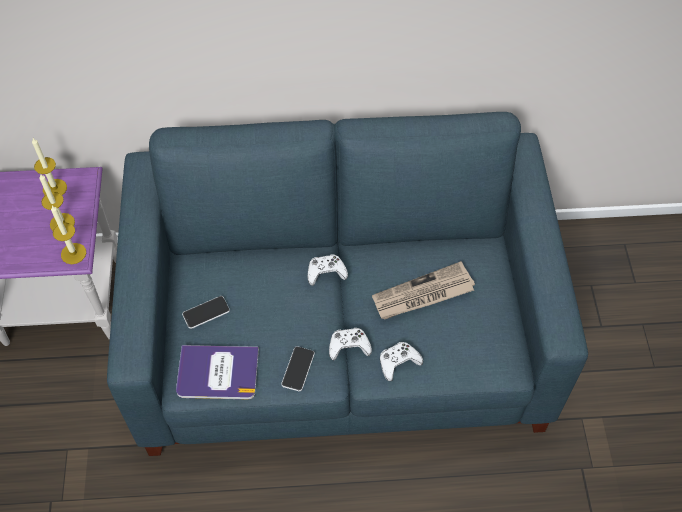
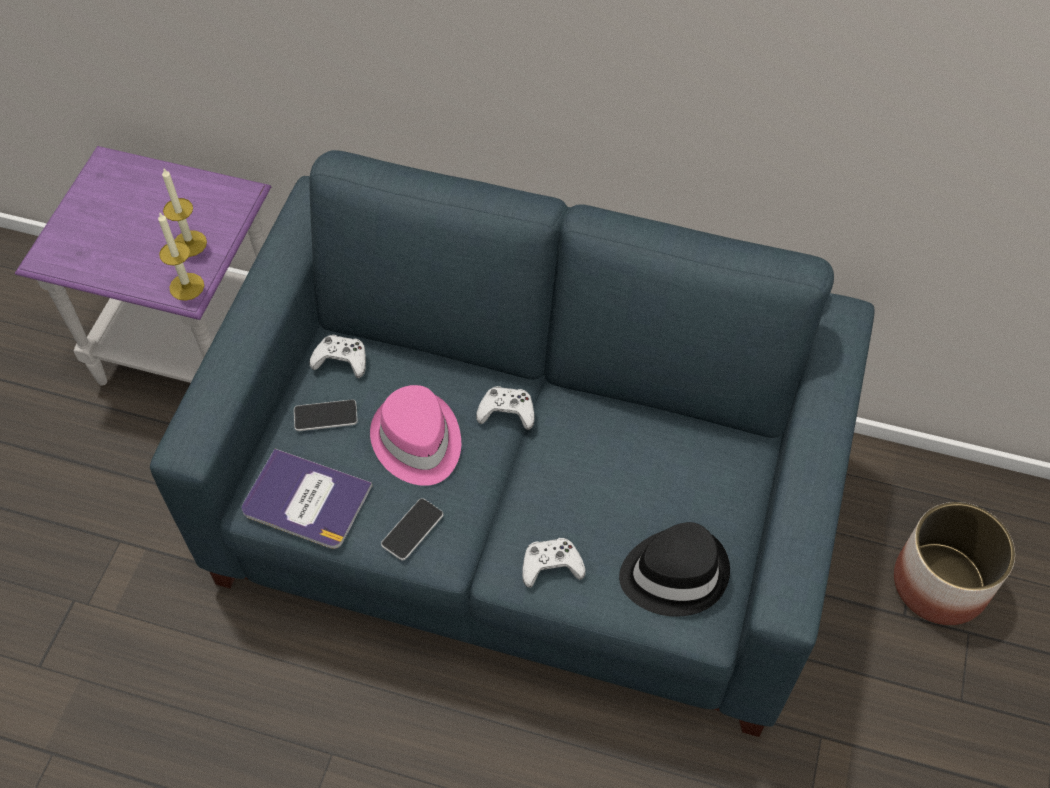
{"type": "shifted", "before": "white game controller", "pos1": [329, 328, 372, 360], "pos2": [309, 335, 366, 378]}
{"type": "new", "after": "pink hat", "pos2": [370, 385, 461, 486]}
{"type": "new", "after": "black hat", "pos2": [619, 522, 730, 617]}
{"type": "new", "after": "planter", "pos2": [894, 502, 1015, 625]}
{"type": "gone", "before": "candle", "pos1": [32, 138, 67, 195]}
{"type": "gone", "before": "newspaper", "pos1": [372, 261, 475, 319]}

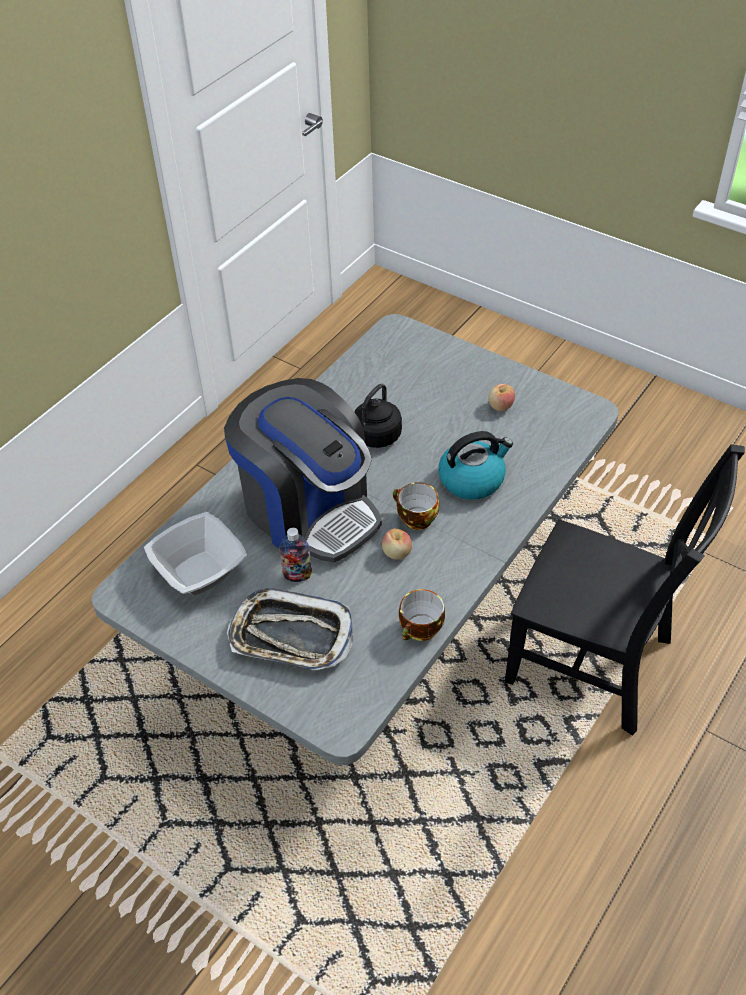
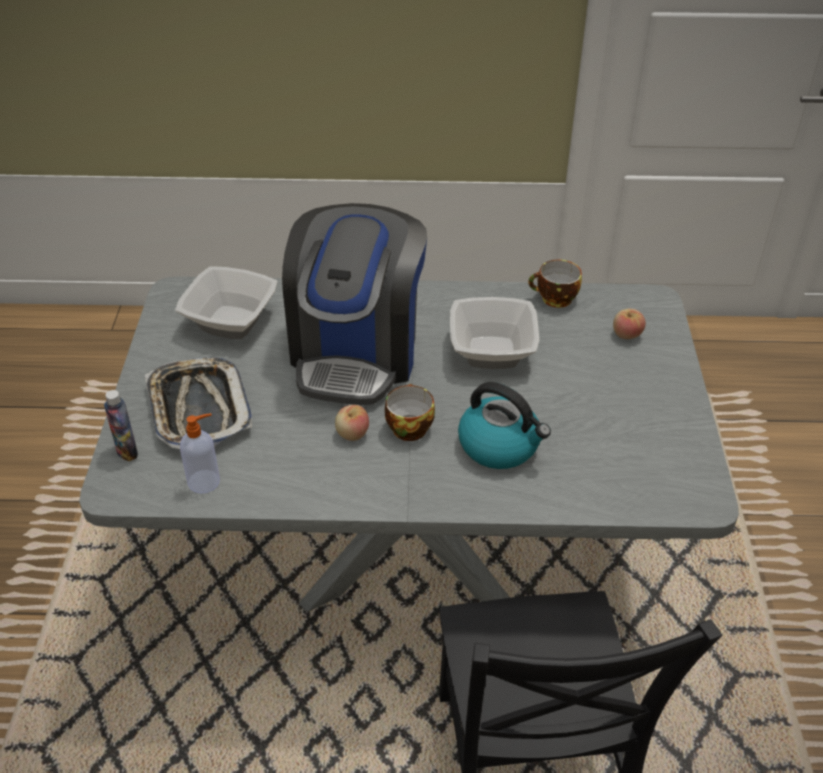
{"type": "shifted", "before": "bottle", "pos1": [279, 528, 312, 582], "pos2": [104, 390, 138, 461]}
{"type": "new", "after": "soap dispenser", "pos2": [180, 413, 220, 494]}
{"type": "swapped", "before": "black kettle", "after": "bowl", "pos1": [354, 384, 402, 448], "pos2": [450, 297, 539, 369]}
{"type": "shifted", "before": "cup", "pos1": [399, 589, 445, 641], "pos2": [528, 260, 582, 308]}
{"type": "shifted", "before": "apple", "pos1": [488, 384, 515, 411], "pos2": [613, 309, 646, 339]}

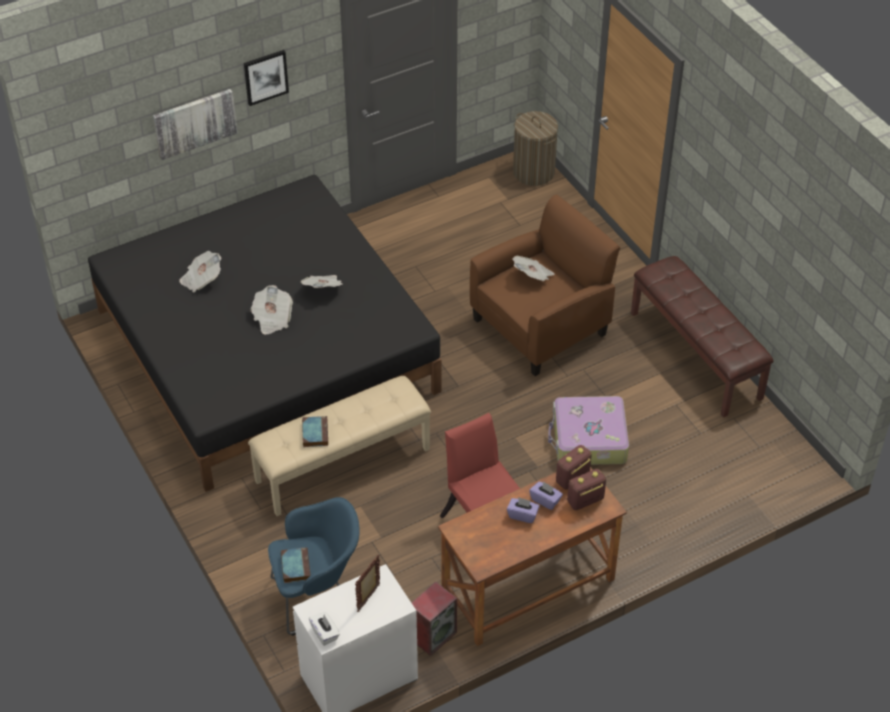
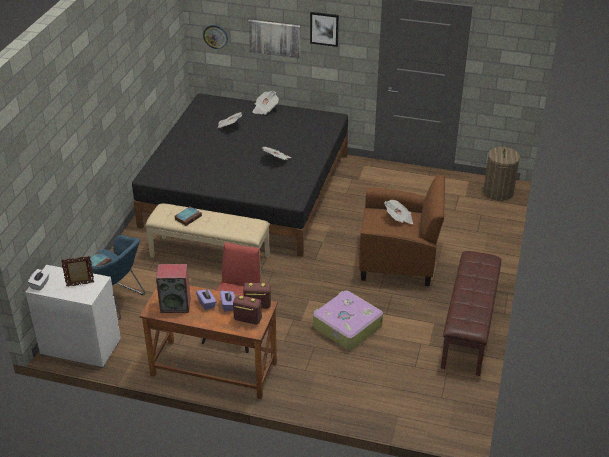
{"type": "shifted", "before": "speaker", "pos1": [411, 582, 457, 656], "pos2": [156, 264, 190, 313]}
{"type": "new", "after": "wall clock", "pos2": [203, 25, 228, 49]}
{"type": "shifted", "before": "newspaper", "pos1": [251, 285, 293, 335], "pos2": [252, 91, 279, 115]}

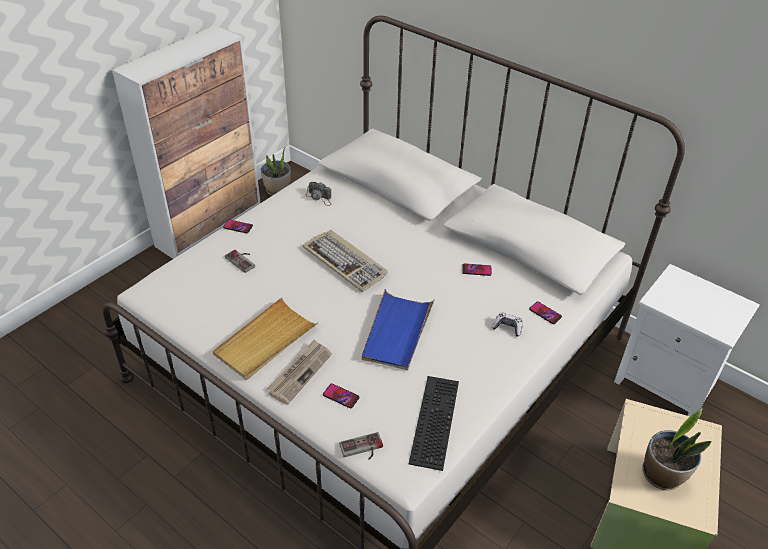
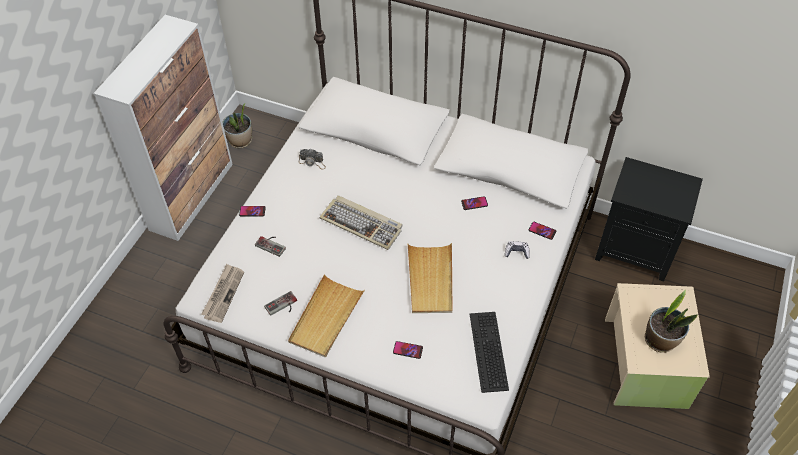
{"type": "shifted", "before": "newspaper", "pos1": [267, 340, 332, 405], "pos2": [201, 264, 244, 323]}
{"type": "shifted", "before": "game controller", "pos1": [339, 432, 383, 460], "pos2": [264, 291, 297, 316]}
{"type": "repainted", "before": "blue tray", "after": "beige tray", "pos1": [362, 289, 434, 370], "pos2": [408, 243, 452, 313]}
{"type": "repainted", "before": "white nightstand", "after": "black nightstand", "pos1": [614, 264, 760, 416], "pos2": [595, 157, 703, 281]}

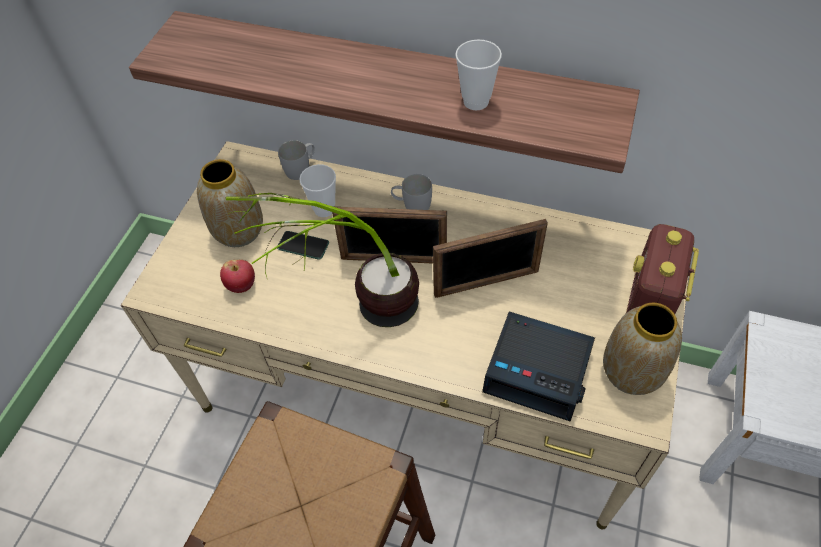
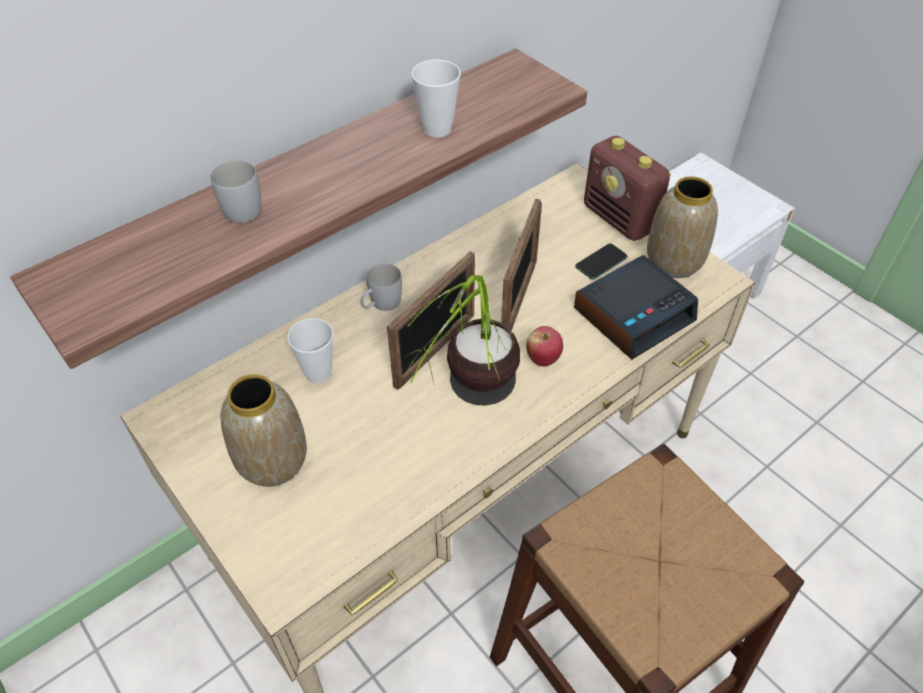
{"type": "shifted", "before": "white mug", "pos1": [278, 140, 315, 180], "pos2": [210, 160, 261, 223]}
{"type": "shifted", "before": "apple", "pos1": [220, 260, 255, 293], "pos2": [526, 326, 563, 367]}
{"type": "shifted", "before": "phone", "pos1": [277, 231, 329, 259], "pos2": [575, 243, 628, 280]}

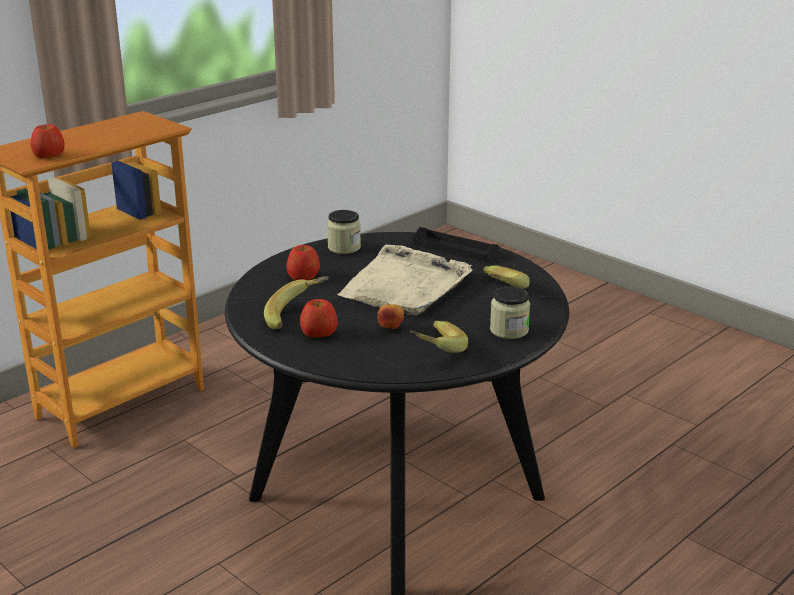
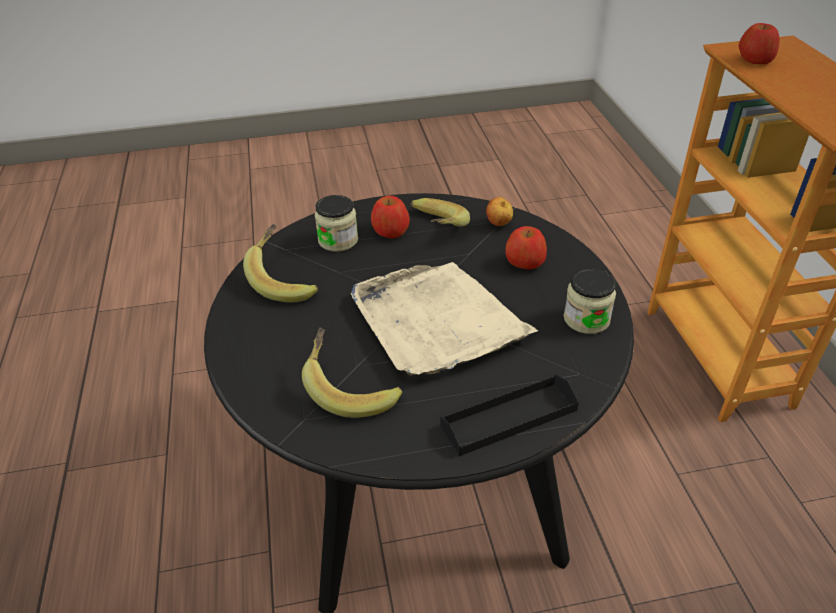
{"type": "shifted", "before": "jar", "pos1": [490, 286, 530, 339], "pos2": [315, 195, 358, 252]}
{"type": "shifted", "before": "apple", "pos1": [377, 303, 404, 329], "pos2": [486, 197, 513, 226]}

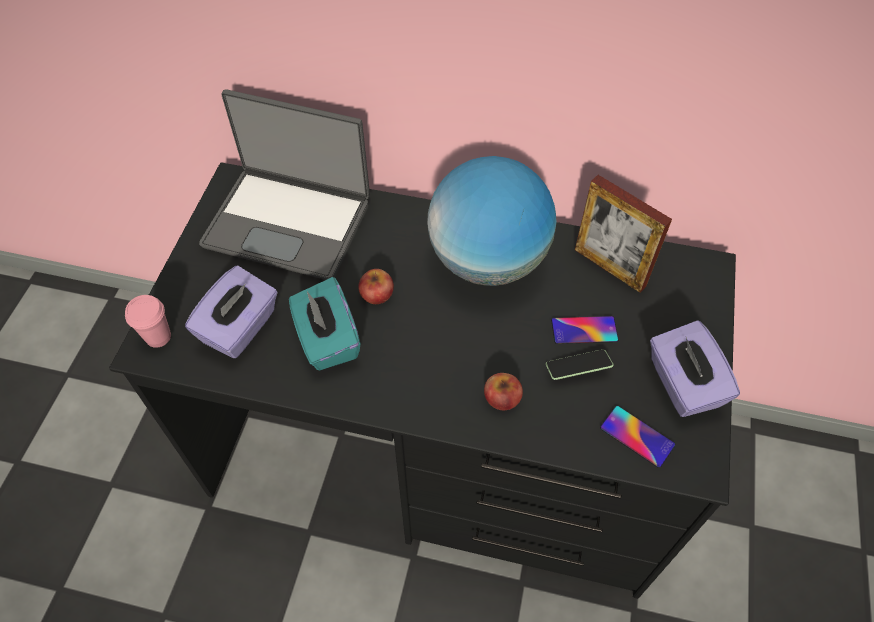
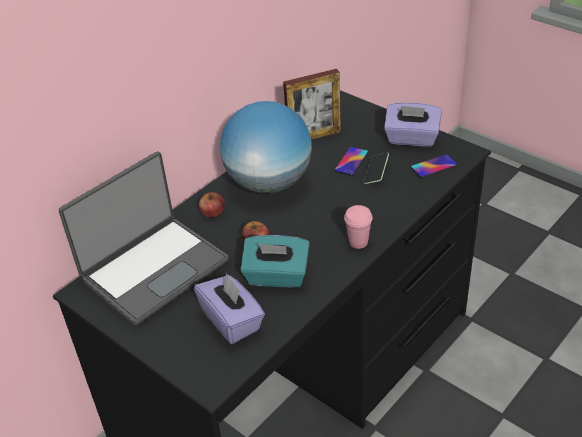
{"type": "shifted", "before": "apple", "pos1": [484, 373, 523, 410], "pos2": [199, 192, 225, 217]}
{"type": "shifted", "before": "pink cup", "pos1": [125, 295, 171, 348], "pos2": [344, 205, 373, 249]}

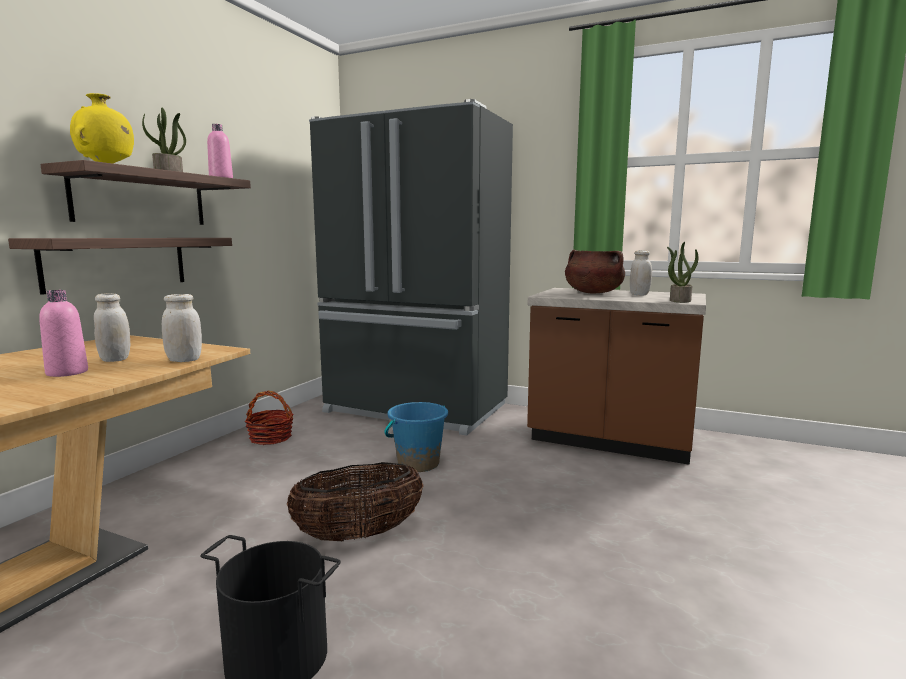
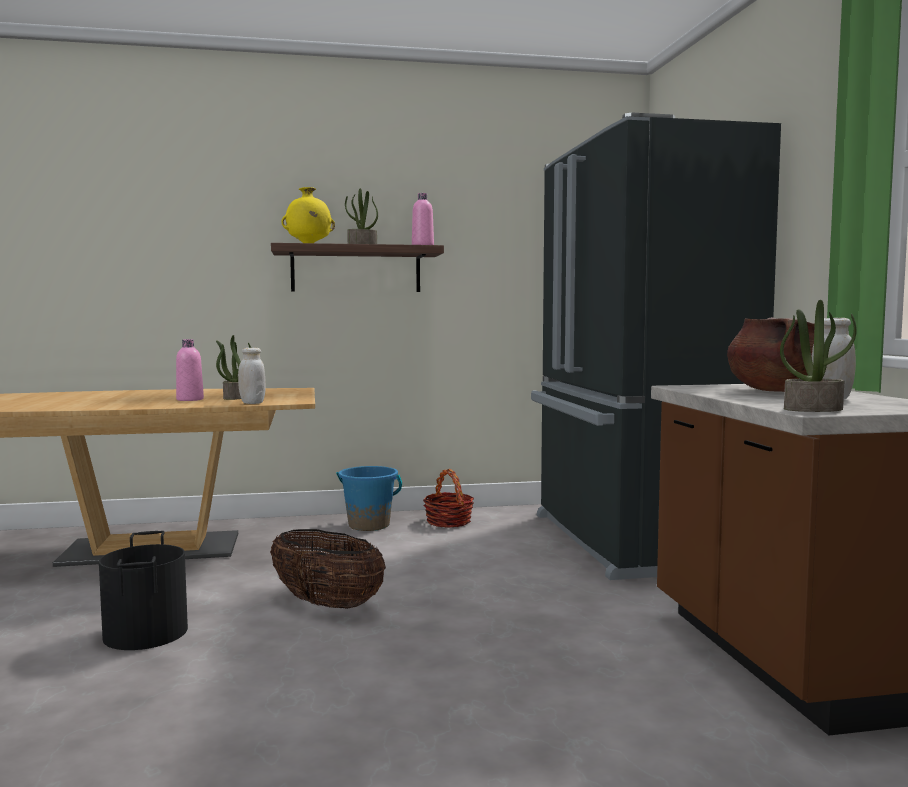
{"type": "swapped", "before": "white jar", "after": "potted plant", "pos1": [94, 293, 130, 362], "pos2": [216, 335, 251, 400]}
{"type": "shifted", "before": "blue bucket", "pos1": [384, 402, 448, 472], "pos2": [336, 466, 402, 531]}
{"type": "gone", "before": "shelf", "pos1": [8, 238, 232, 295]}

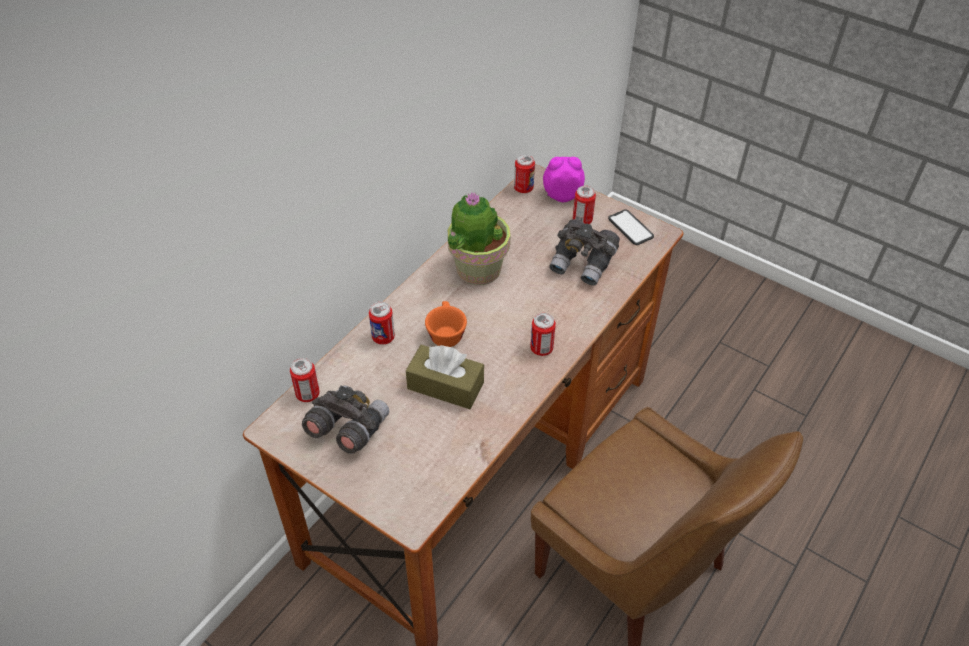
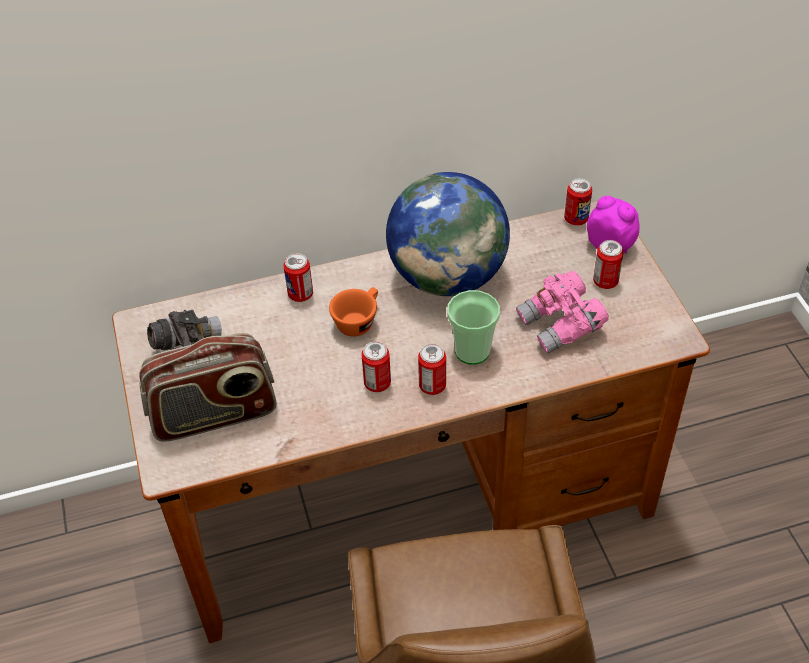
{"type": "new", "after": "radio", "pos2": [139, 333, 277, 442]}
{"type": "shifted", "before": "can", "pos1": [290, 358, 320, 402], "pos2": [362, 341, 391, 392]}
{"type": "swapped", "before": "potted plant", "after": "globe", "pos1": [448, 192, 510, 285], "pos2": [386, 172, 510, 296]}
{"type": "new", "after": "cup", "pos2": [447, 290, 500, 365]}
{"type": "repainted", "before": "grey binoculars", "after": "pink binoculars", "pos1": [549, 219, 620, 286], "pos2": [516, 271, 609, 354]}
{"type": "gone", "before": "brown tissue box", "pos1": [406, 345, 484, 409]}
{"type": "gone", "before": "phone", "pos1": [608, 209, 654, 245]}

